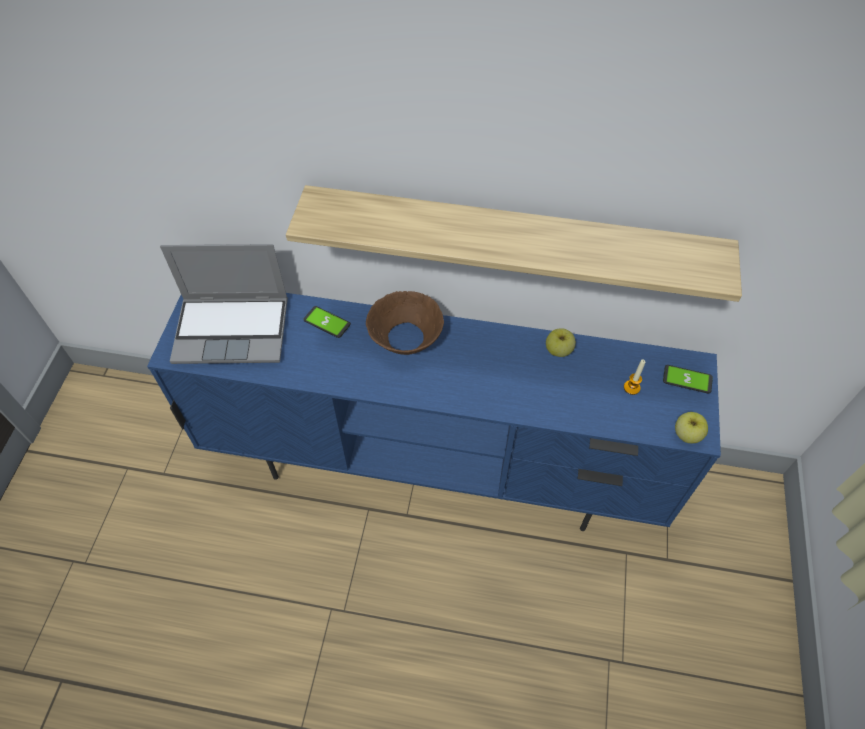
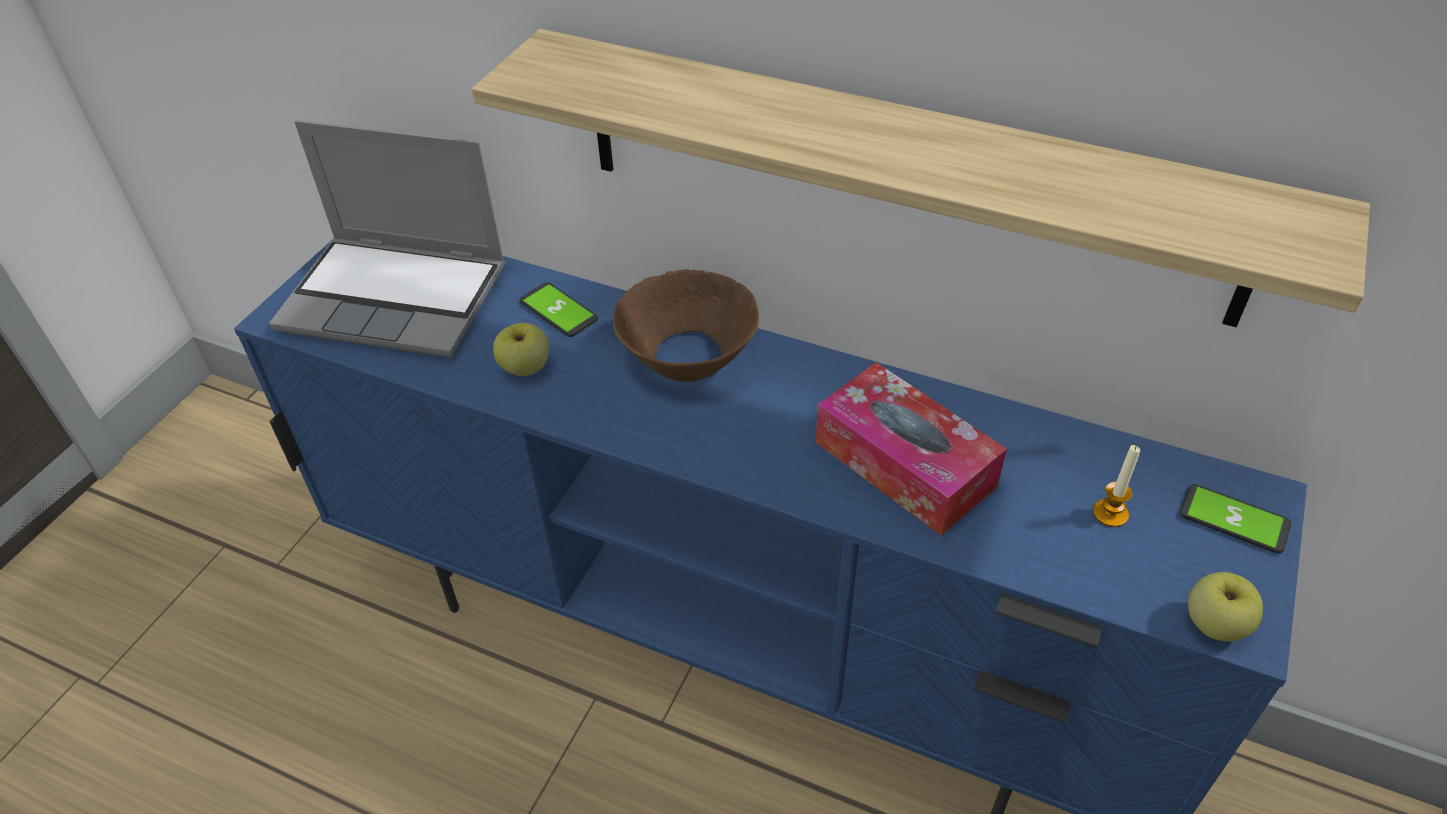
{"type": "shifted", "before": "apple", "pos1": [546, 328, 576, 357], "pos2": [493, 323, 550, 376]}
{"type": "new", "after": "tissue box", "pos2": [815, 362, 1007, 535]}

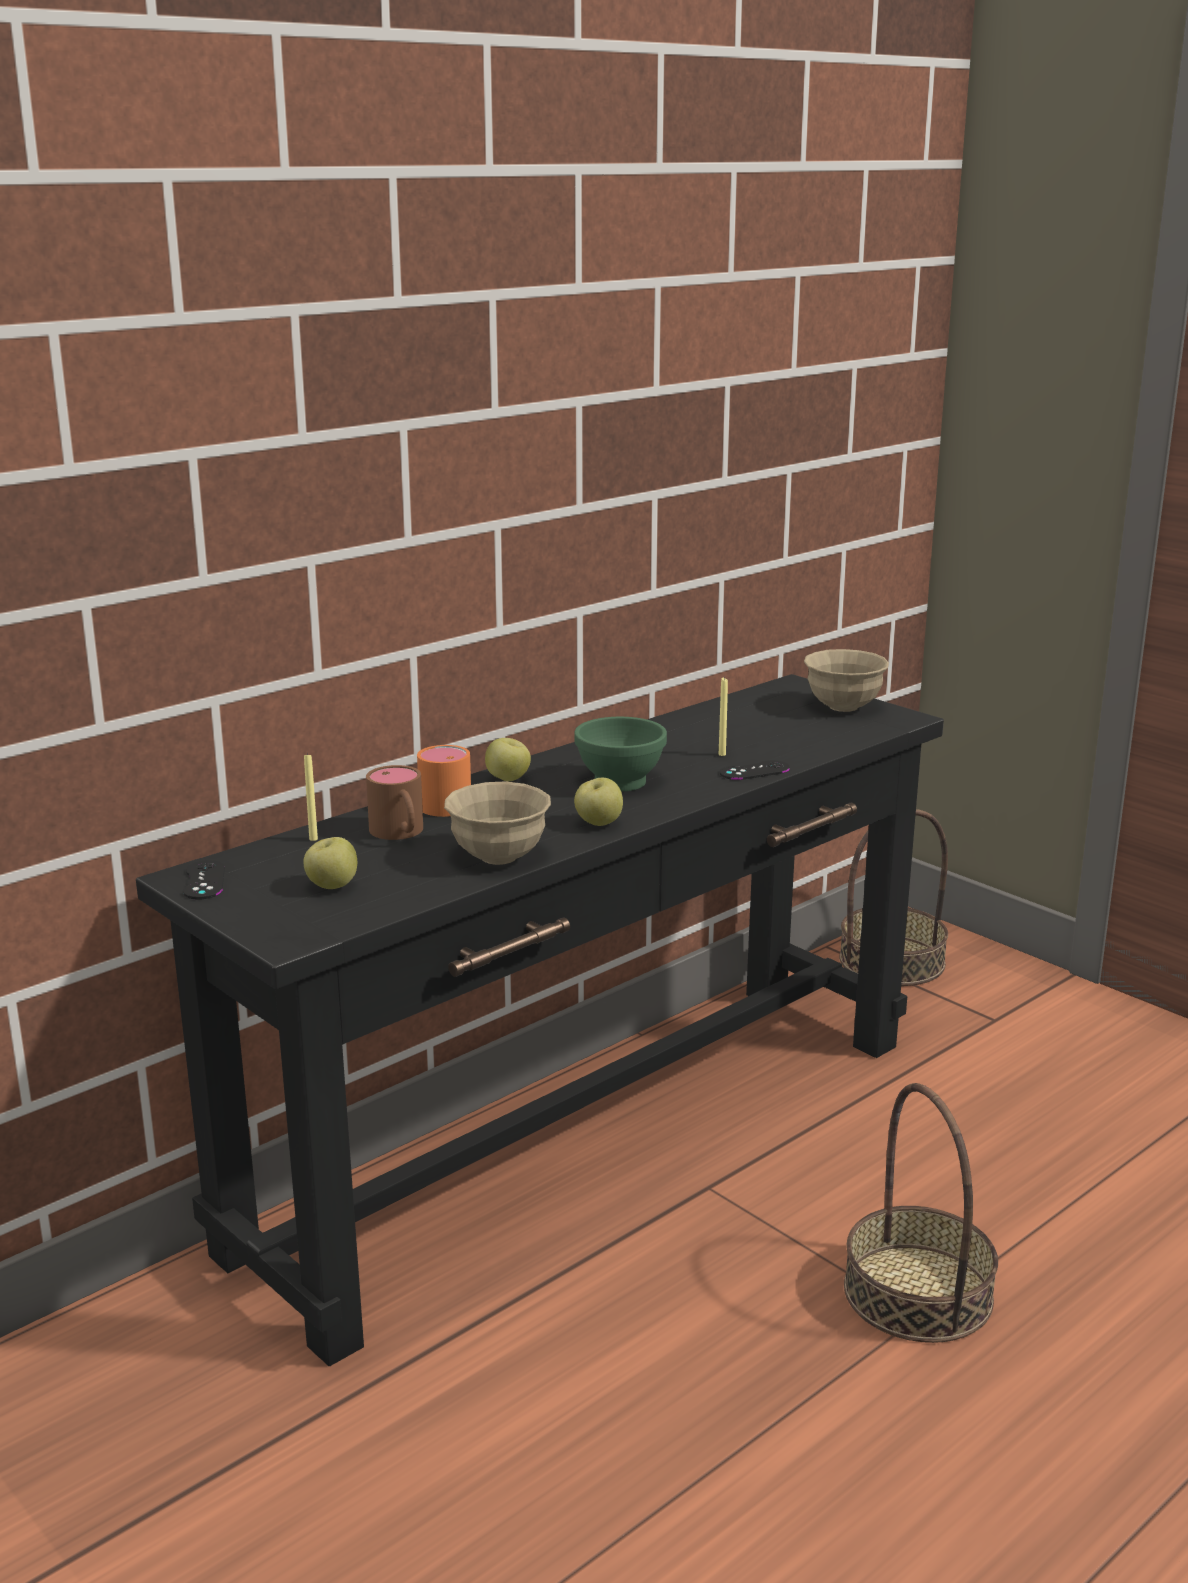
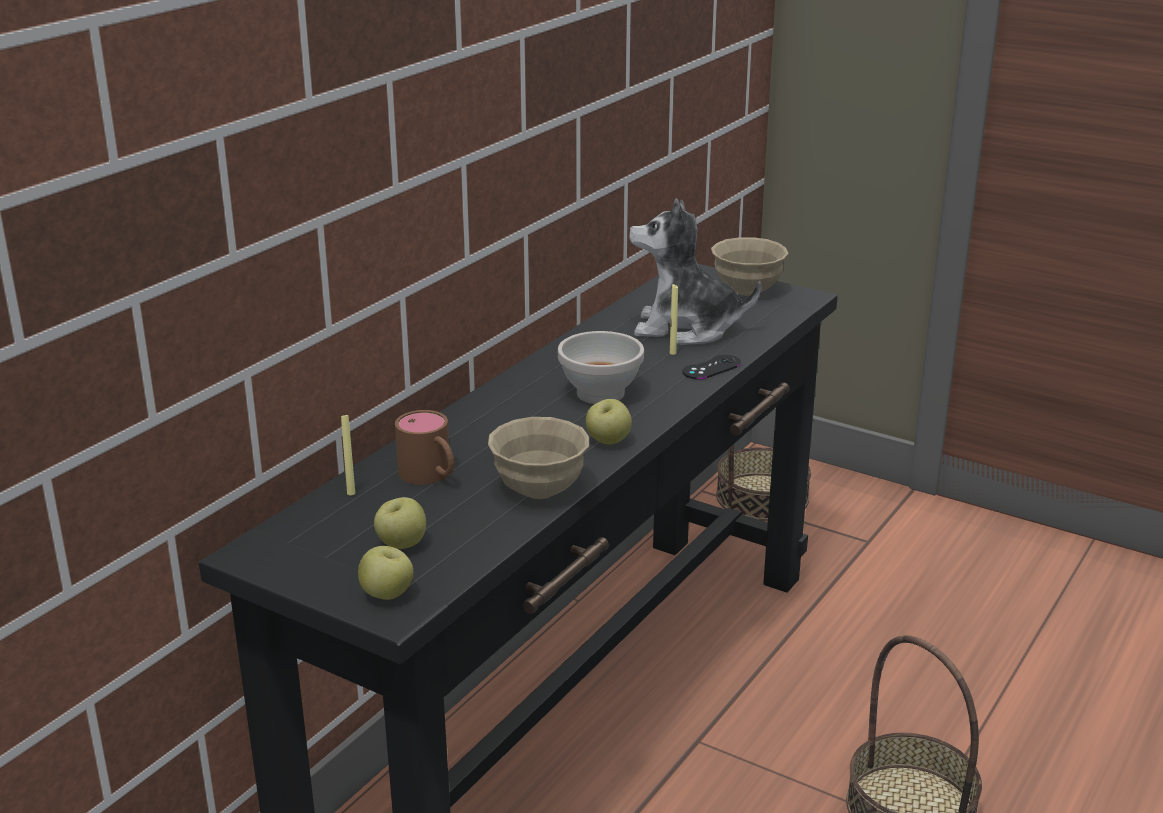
{"type": "shifted", "before": "apple", "pos1": [485, 738, 531, 782], "pos2": [358, 546, 413, 600]}
{"type": "repainted", "before": "green bowl", "after": "white bowl", "pos1": [574, 717, 667, 792], "pos2": [558, 331, 644, 404]}
{"type": "new", "after": "plush toy", "pos2": [629, 198, 761, 345]}
{"type": "gone", "before": "black game controller", "pos1": [183, 860, 225, 899]}
{"type": "gone", "before": "orange mug", "pos1": [417, 745, 471, 817]}

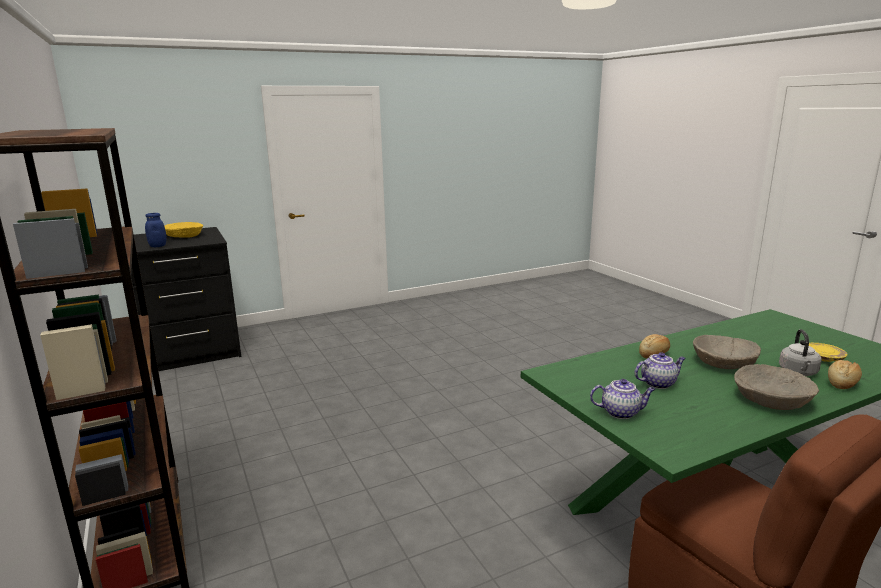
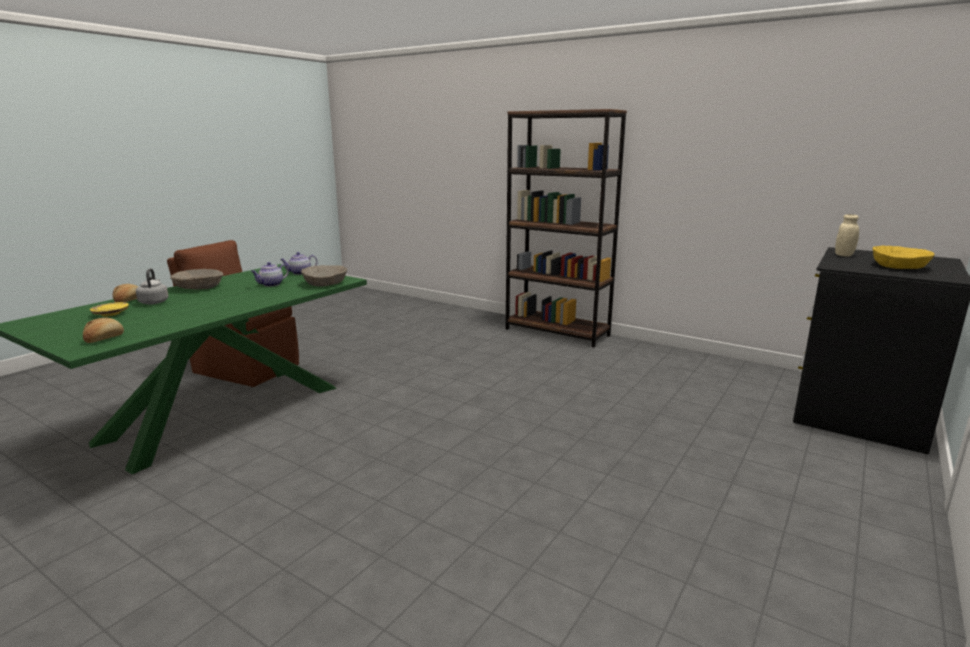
{"type": "shifted", "before": "bread", "pos1": [639, 334, 670, 358], "pos2": [83, 318, 124, 343]}
{"type": "shifted", "before": "beige bowl", "pos1": [693, 335, 761, 369], "pos2": [301, 265, 347, 287]}
{"type": "repainted", "before": "blue jar", "after": "beige jar", "pos1": [145, 213, 167, 247], "pos2": [835, 214, 859, 257]}

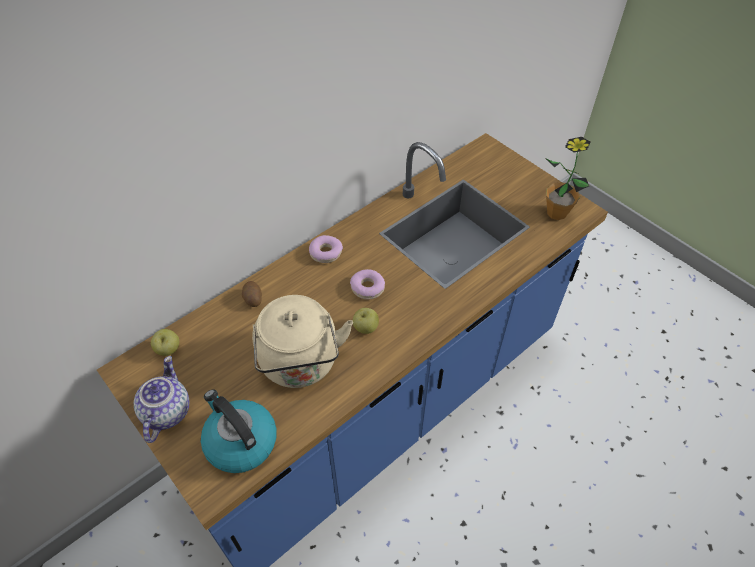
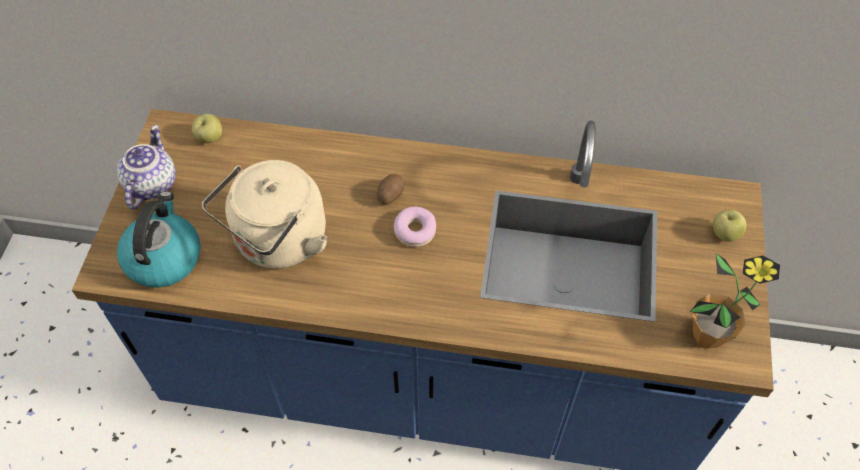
{"type": "rotated", "before": "teapot", "pos1": [134, 356, 190, 443], "pos2": [117, 125, 176, 209], "turn": -45}
{"type": "shifted", "before": "potato", "pos1": [242, 281, 262, 307], "pos2": [377, 174, 404, 205]}
{"type": "shifted", "before": "apple", "pos1": [353, 308, 379, 334], "pos2": [713, 210, 746, 242]}
{"type": "gone", "before": "donut", "pos1": [309, 235, 343, 263]}

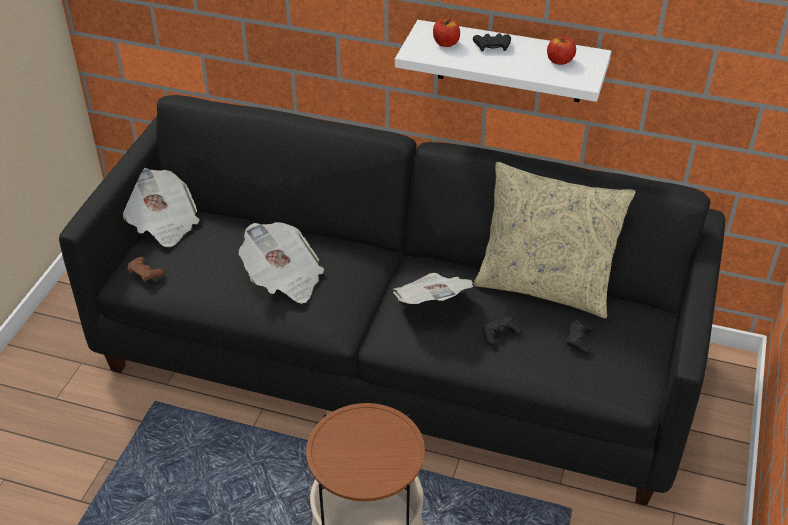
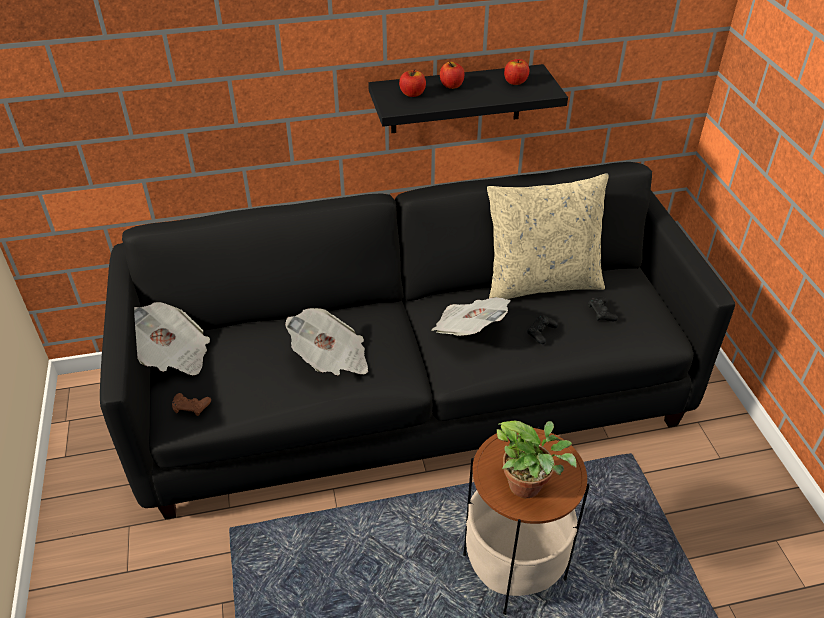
{"type": "repainted", "before": "white shelf", "after": "black shelf", "pos1": [395, 20, 611, 102], "pos2": [368, 64, 568, 133]}
{"type": "swapped", "before": "black game controller", "after": "apple", "pos1": [473, 33, 511, 51], "pos2": [440, 62, 464, 89]}
{"type": "new", "after": "potted plant", "pos2": [497, 420, 577, 498]}

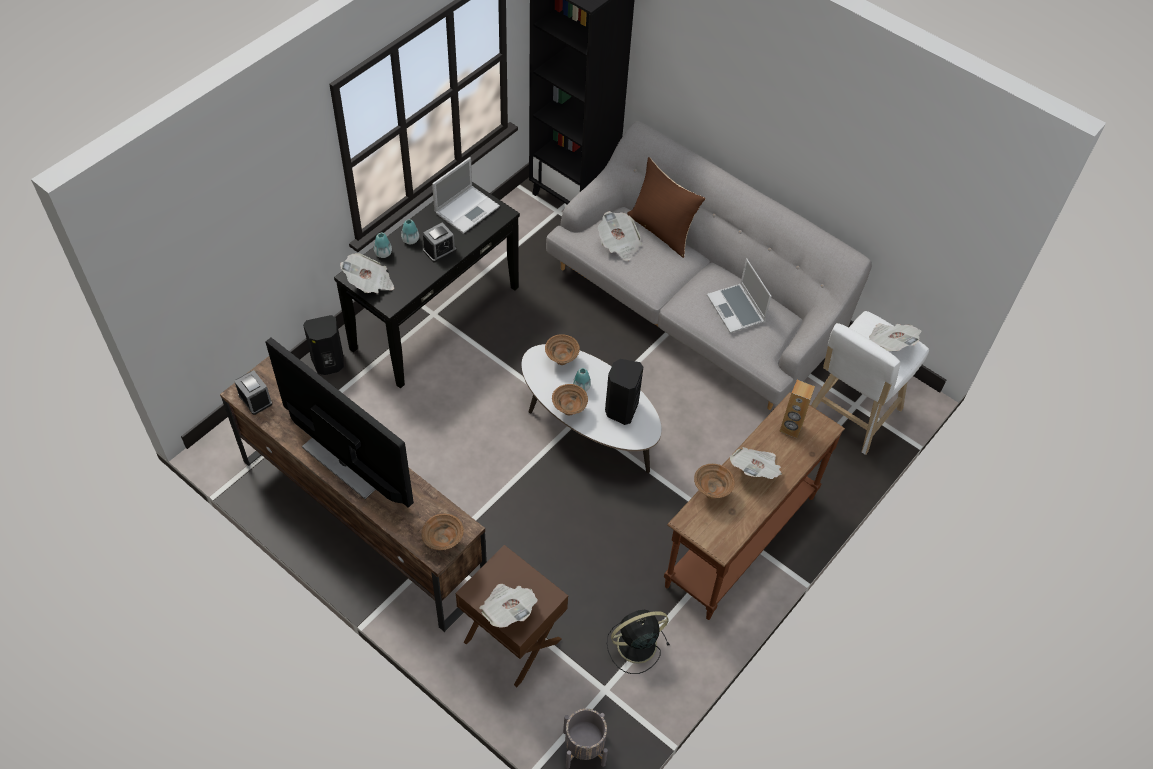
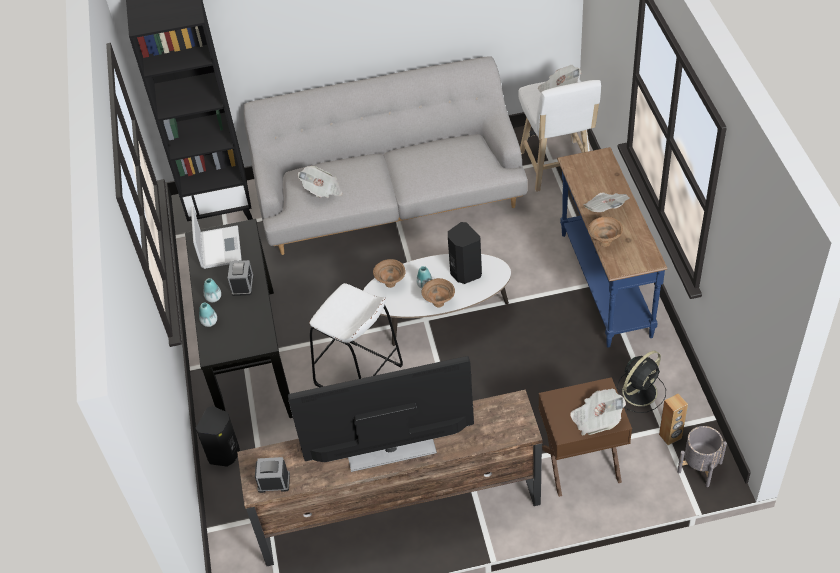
{"type": "new", "after": "white stool", "pos2": [309, 283, 403, 387]}
{"type": "repainted", "before": "brown console table", "after": "blue console table", "pos1": [664, 392, 845, 620], "pos2": [557, 147, 667, 348]}
{"type": "rotated", "before": "black fan", "pos1": [607, 610, 670, 674], "pos2": [617, 351, 666, 413], "turn": -150}
{"type": "shifted", "before": "brown speaker", "pos1": [779, 380, 815, 438], "pos2": [659, 394, 688, 445]}
{"type": "gone", "before": "newspaper", "pos1": [340, 253, 394, 293]}
{"type": "gone", "before": "brown bowl", "pos1": [421, 514, 464, 550]}
{"type": "gone", "before": "brown pillow", "pos1": [627, 157, 705, 258]}
{"type": "gone", "before": "laptop", "pos1": [707, 258, 771, 333]}

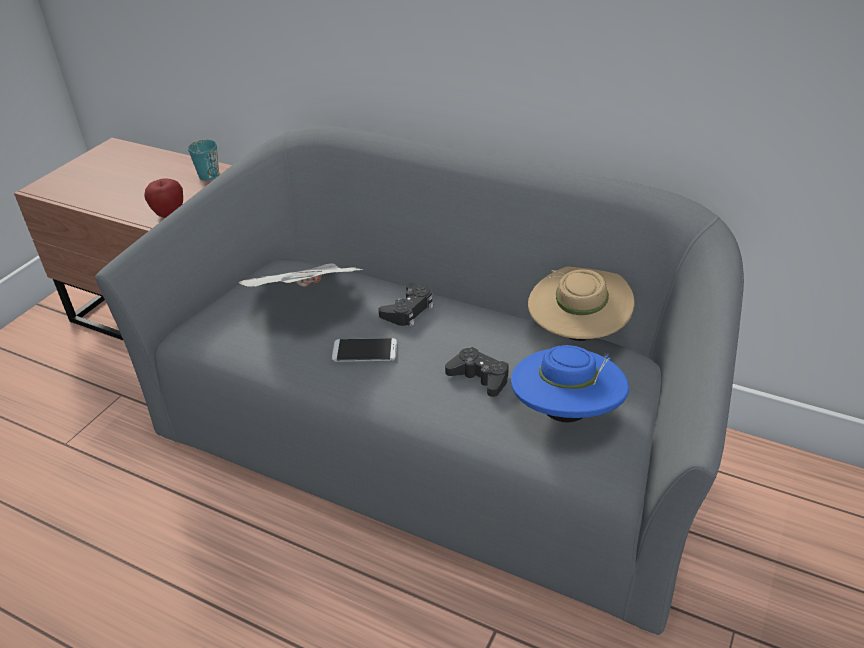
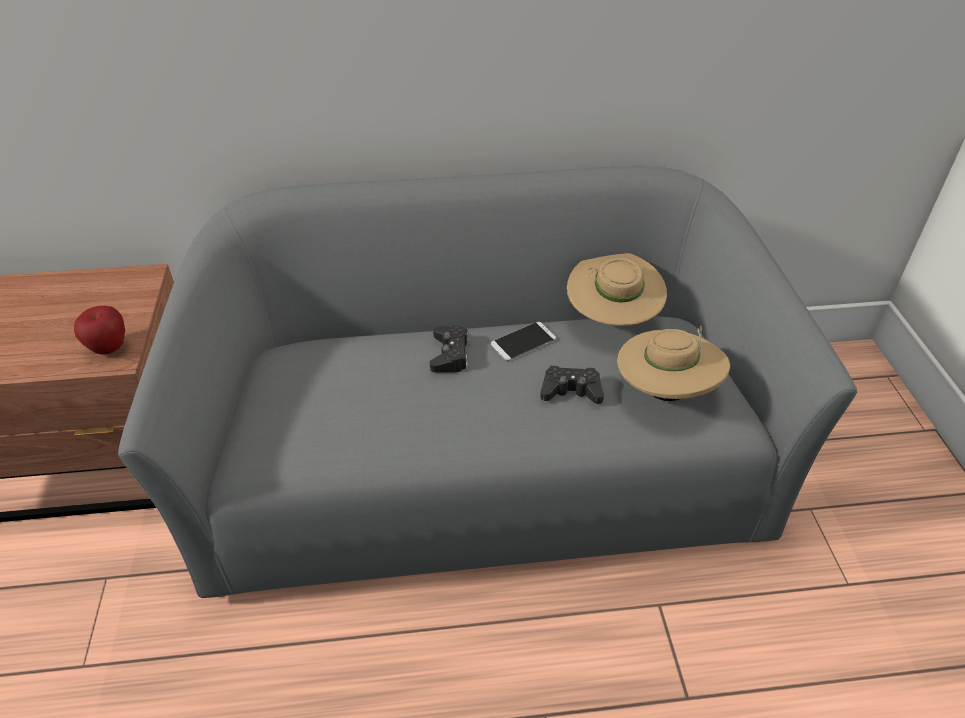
{"type": "shifted", "before": "phone", "pos1": [332, 338, 397, 362], "pos2": [491, 322, 556, 361]}
{"type": "repainted", "before": "blue hat", "after": "beige hat", "pos1": [511, 345, 629, 422], "pos2": [617, 326, 730, 401]}
{"type": "gone", "before": "turquoise mug", "pos1": [188, 140, 219, 181]}
{"type": "gone", "before": "newspaper", "pos1": [239, 263, 361, 287]}

